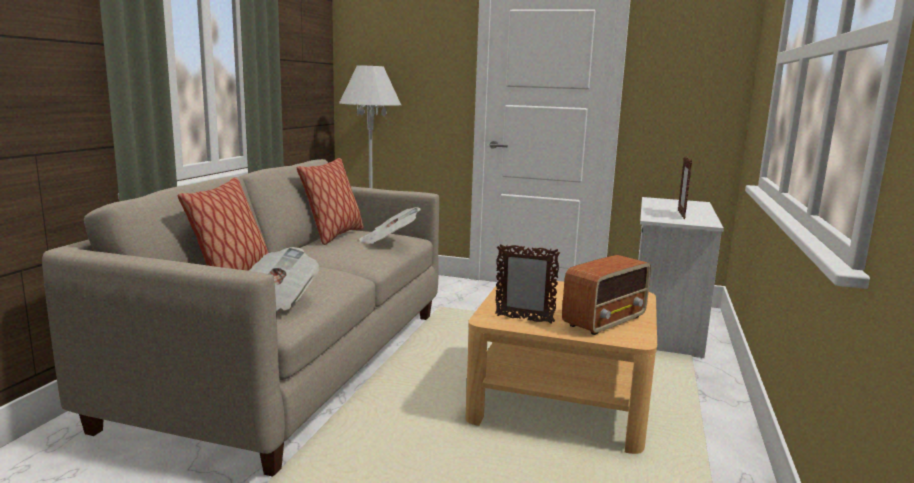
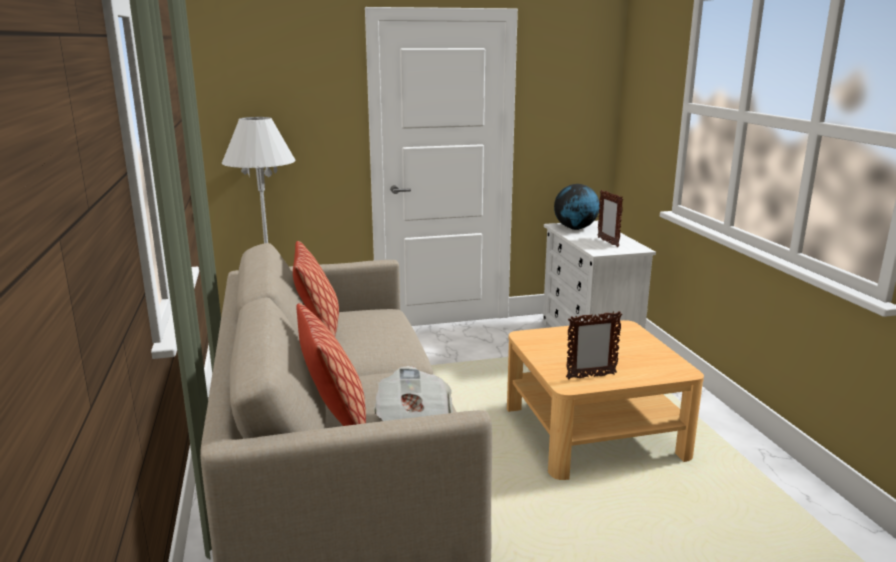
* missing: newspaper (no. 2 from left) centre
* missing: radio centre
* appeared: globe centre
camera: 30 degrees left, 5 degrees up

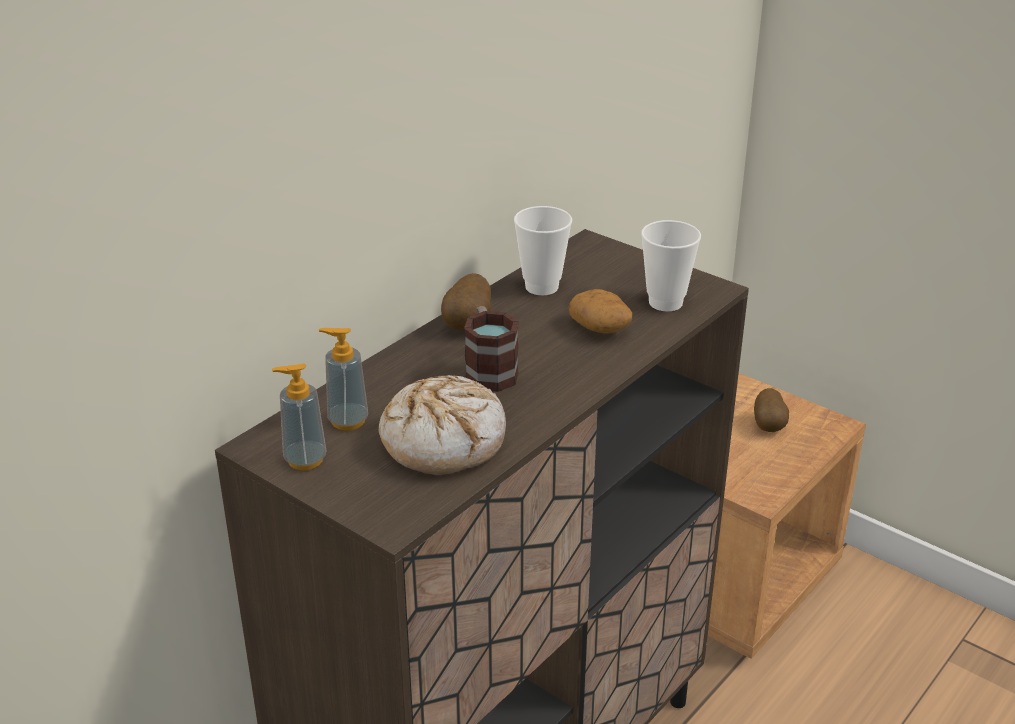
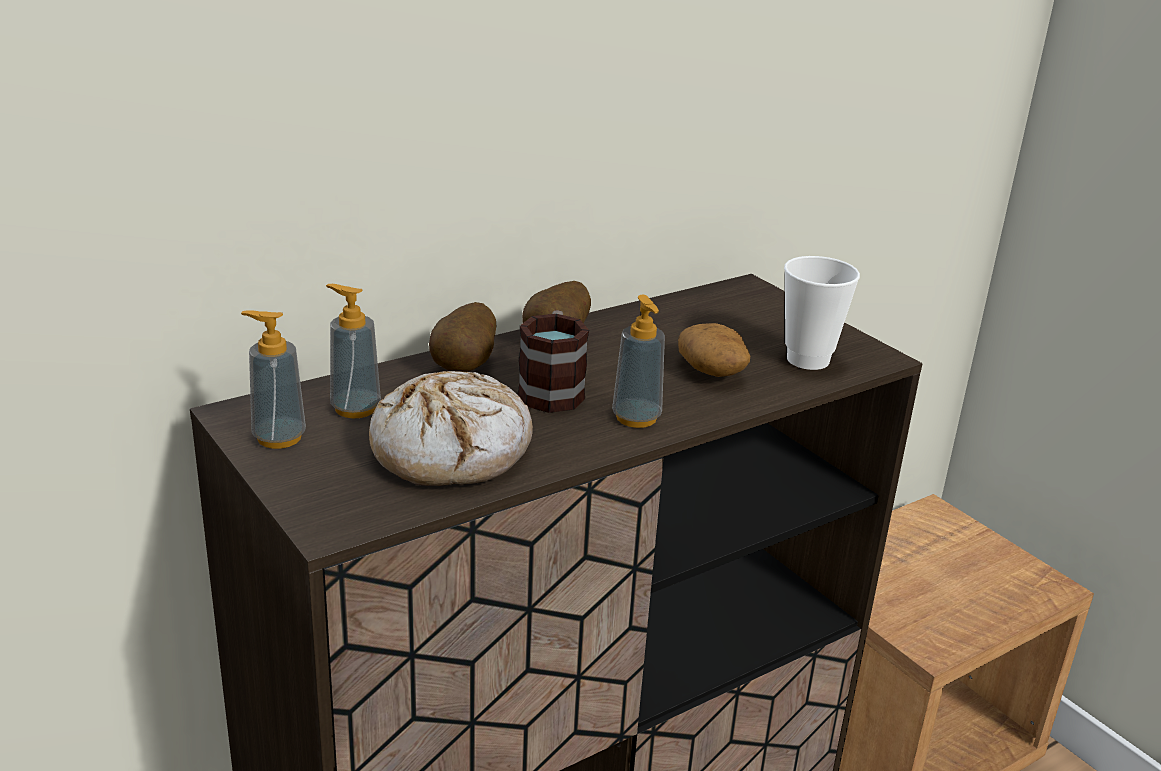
* missing: cup (no. 1 from left) centre
* relocated: potato (no. 3 from left in the first image) middle right to potato (no. 1 from left) centre
* appeared: soap dispenser (no. 3 from left) centre
camera: 15 degrees right, 5 degrees down

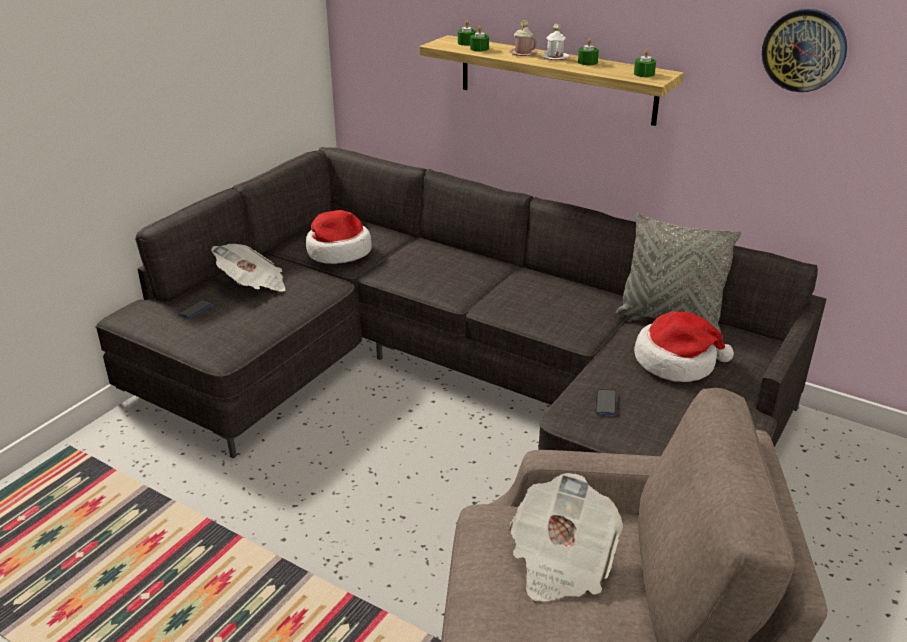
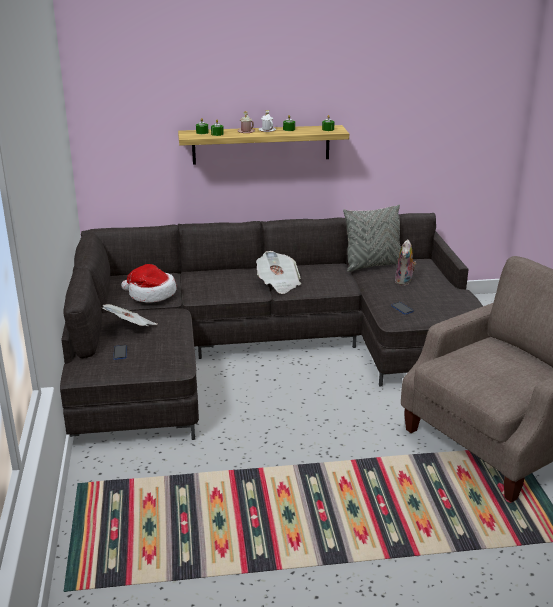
* missing: wall clock top right
* exchanged: hat (no. 2 from left) middle right to plush toy middle right
* relocated: newspaper (no. 2 from left) bottom centre to centre
camera: 40 degrees left, 5 degrees down

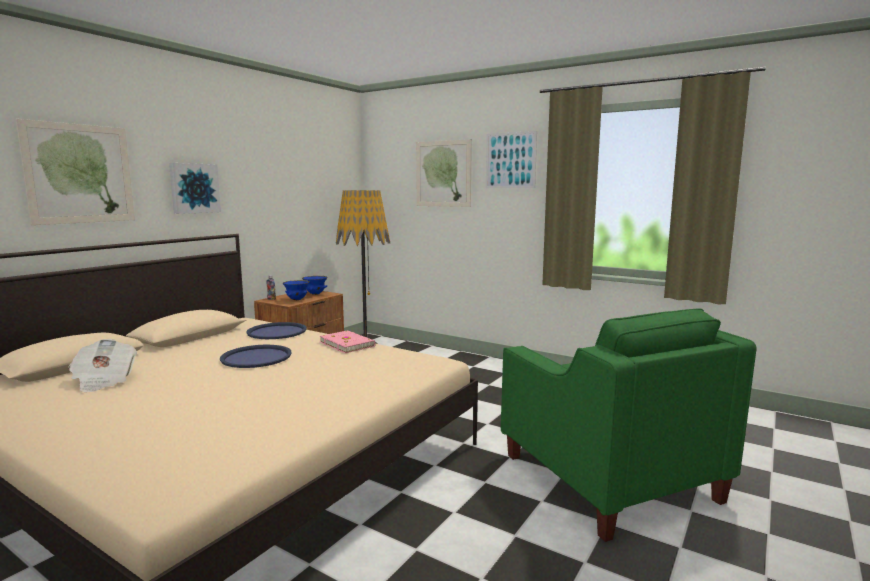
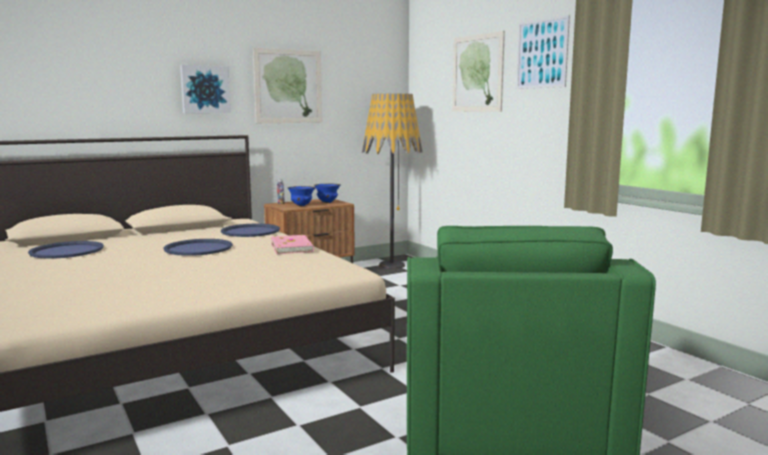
* relocated: picture (no. 1 from left in the first image) top left to picture (no. 2 from left) top centre
* exchanged: newspaper middle left to blue tray (no. 1 from left) middle left
camera: 25 degrees right, 0 degrees up

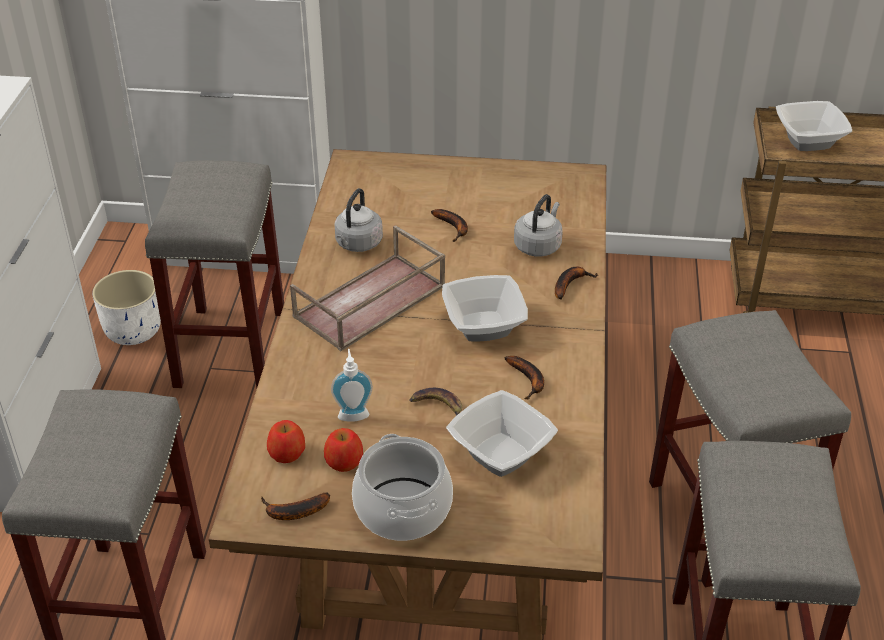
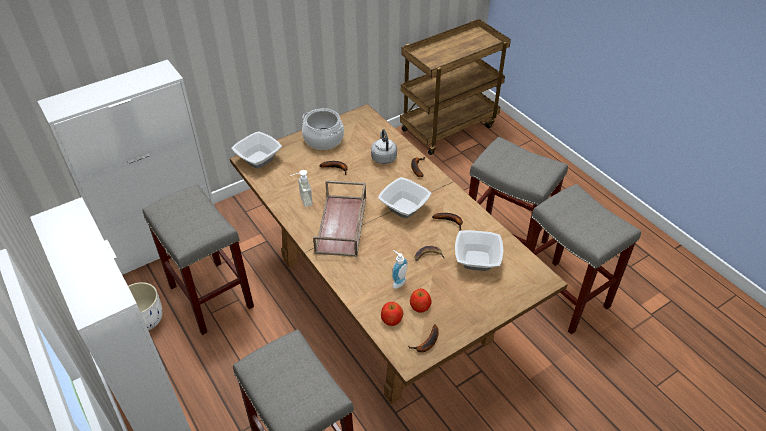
* relocated: bowl (no. 3 from left in the first image) top right to bowl (no. 1 from left) centre
* exchanged: grey kettle (no. 1 from left) centre to soap dispenser (no. 1 from left) centre
* relocated: cooking pot bottom centre to top centre
camera: 40 degrees left, 5 degrees up

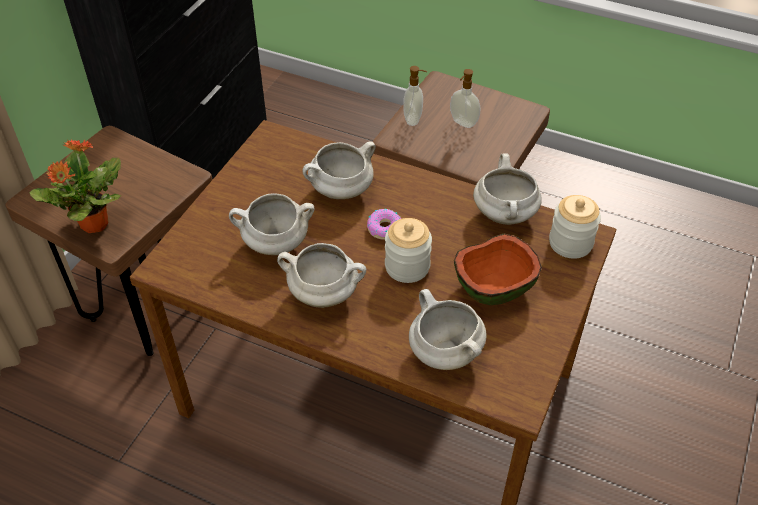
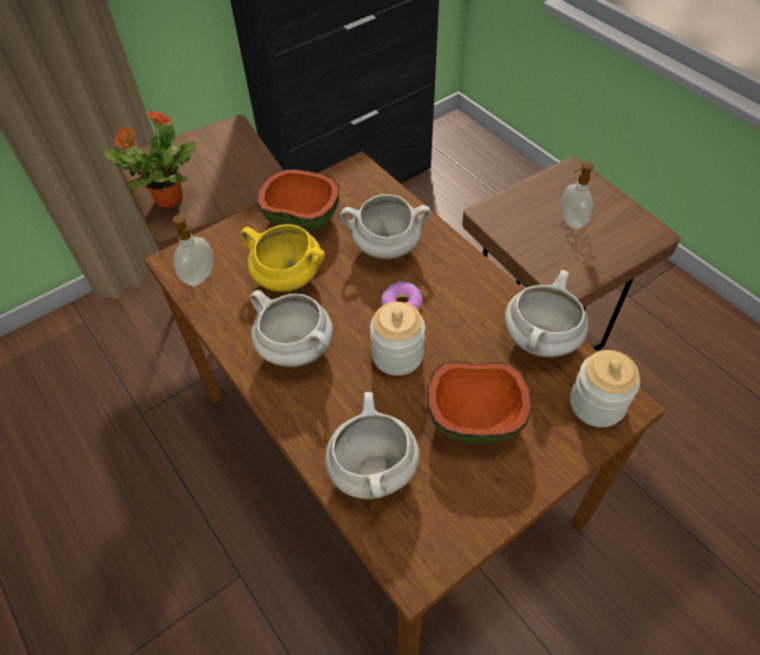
* relocated: soap dispenser (no. 1 from left) top centre to middle left
* colour: white cooking pot (no. 1 from left) centre to yellow cooking pot centre
* appeared: bowl (no. 1 from left) top centre
camera: 30 degrees right, 5 degrees up

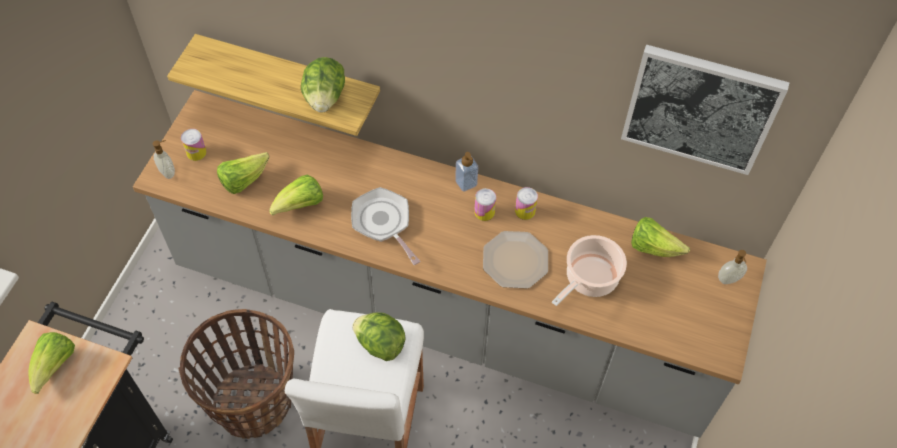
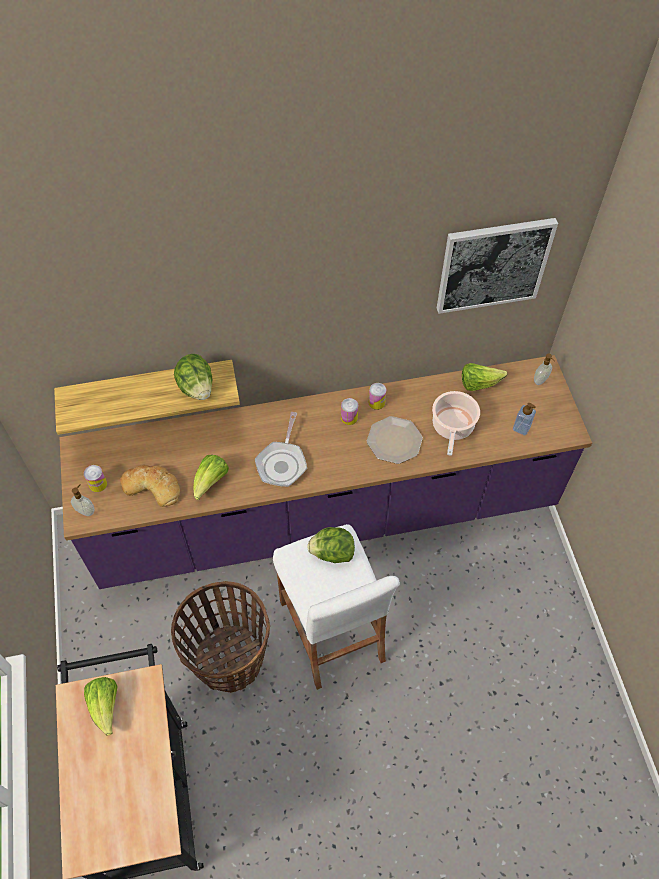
* colour: grey counter centre to purple counter centre
* exchanged: lettuce (no. 2 from left) middle left to bread middle left
* relocated: soap dispenser (no. 2 from left) centre to middle right
* spun: frying pan centre = centre 105 degrees counterclockwise
camera: 30 degrees left, 0 degrees up

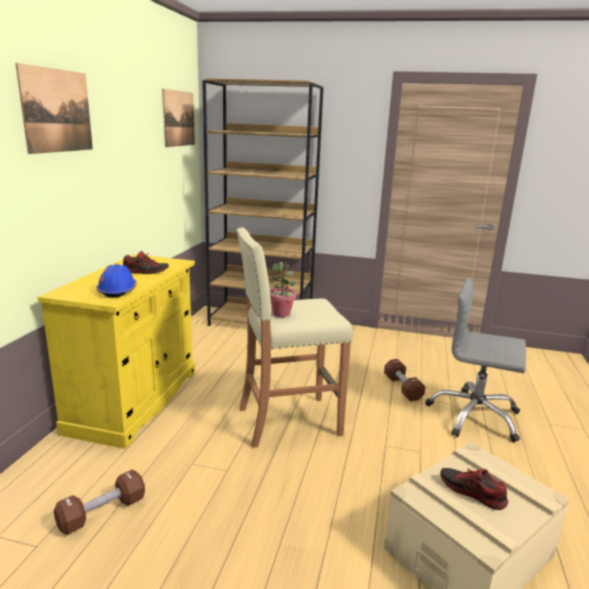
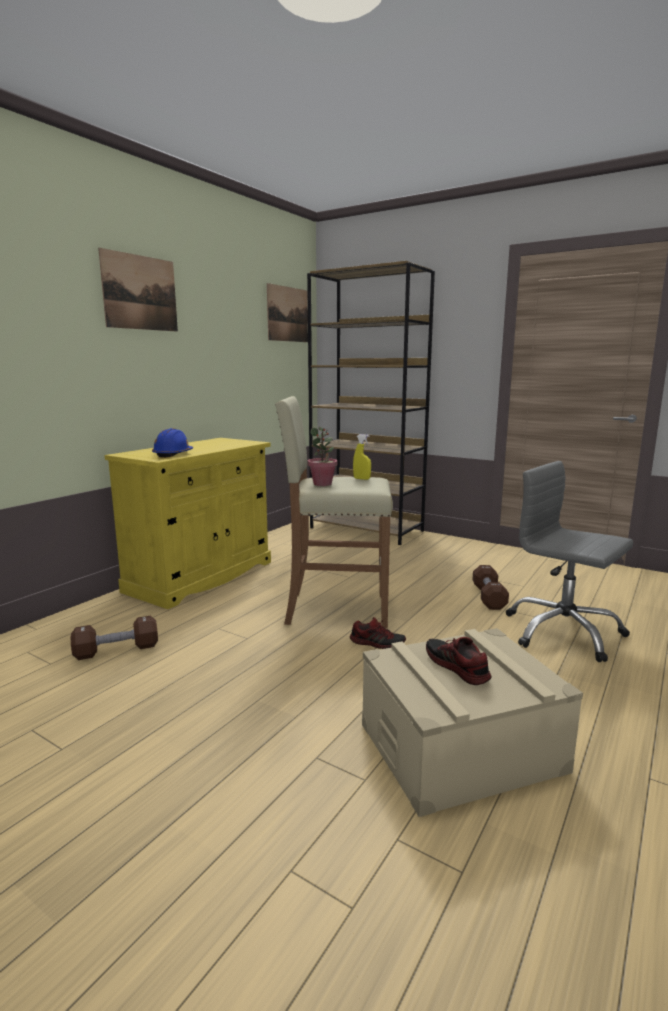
* relocated: shoe (no. 1 from left) middle left to centre
* appeared: yellow spray bottle centre
camera: 20 degrees right, 5 degrees down

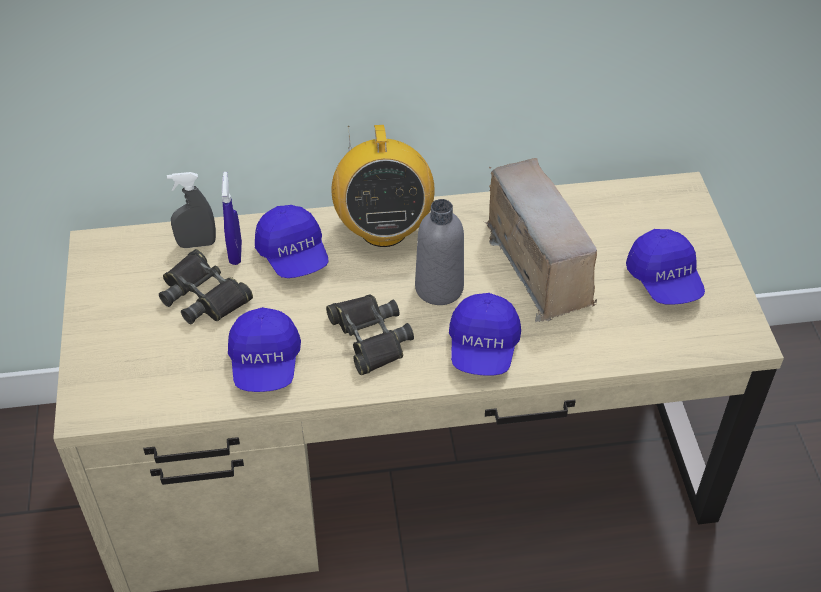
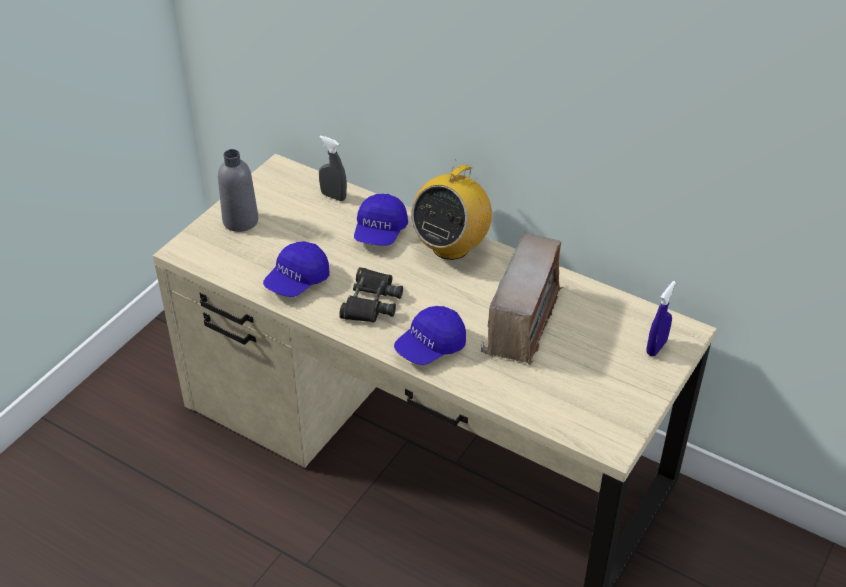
* relocated: blue spray bottle middle left to middle right
* relocated: grey bottle centre to top left
* missing: blue cap (no. 4 from left) middle right
* missing: black binoculars (no. 1 from left) middle left
camera: 40 degrees right, 5 degrees down

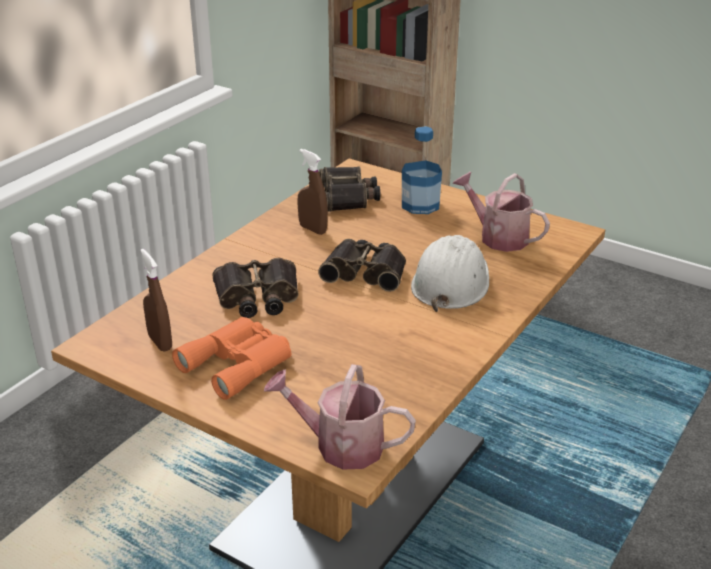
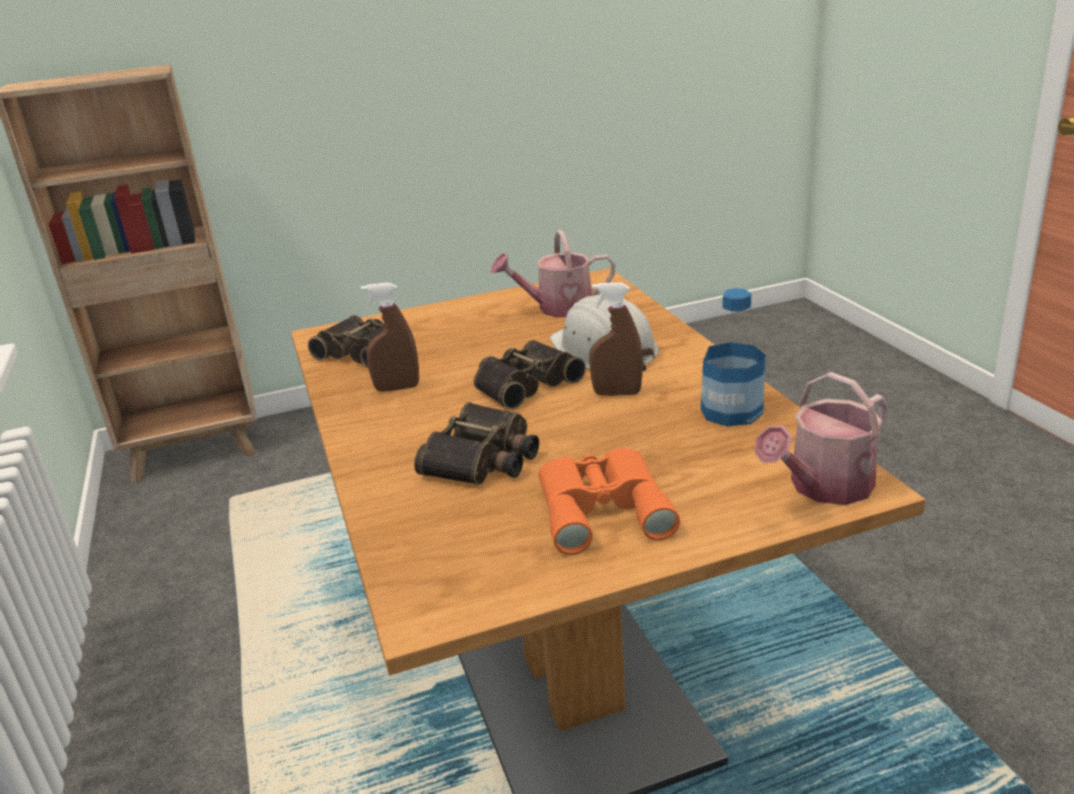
* relocated: bottle top centre to middle right
* relocated: brown spray bottle (no. 1 from left in the first image) middle left to brown spray bottle (no. 2 from left) centre
camera: 50 degrees left, 5 degrees down

